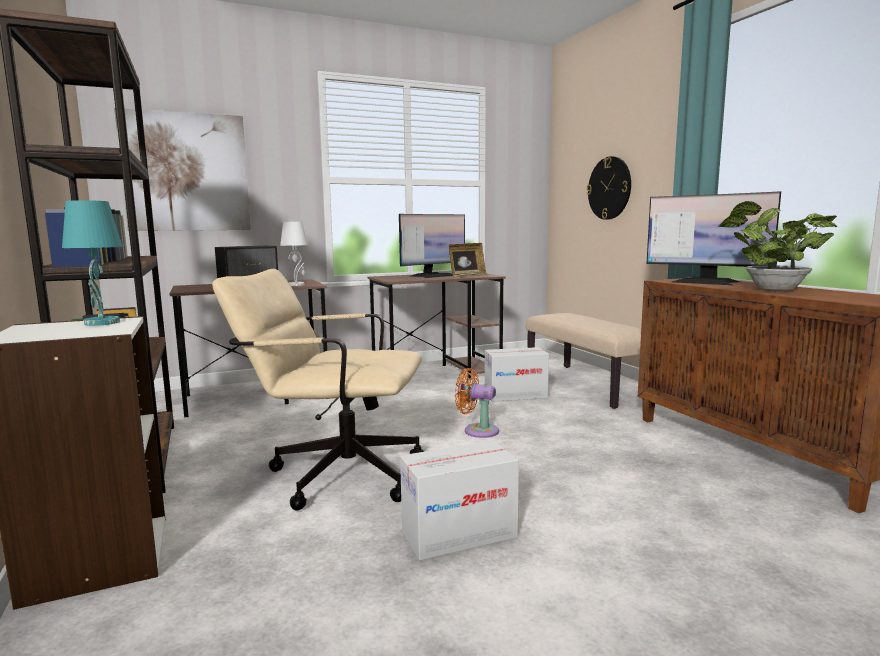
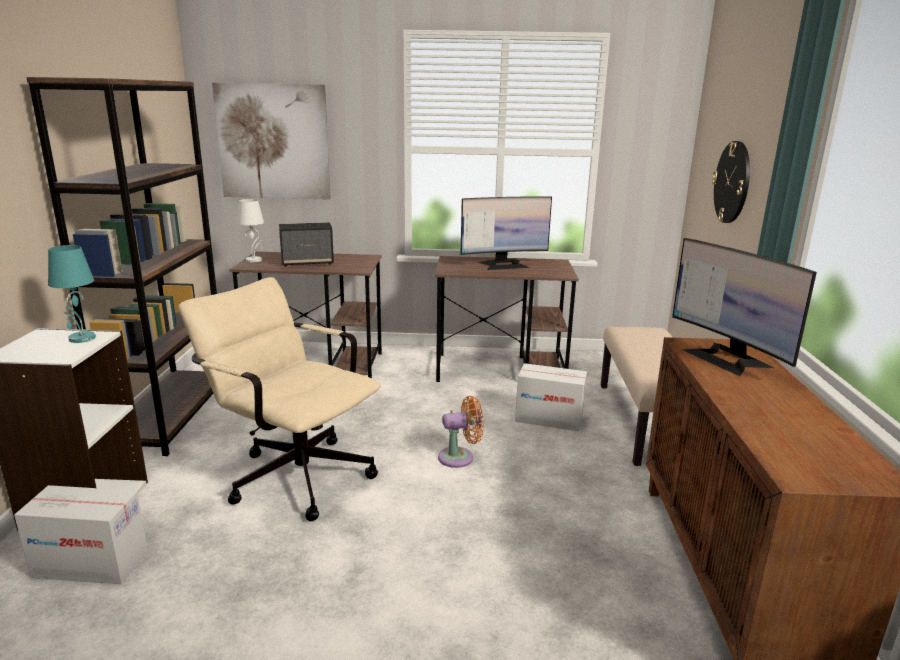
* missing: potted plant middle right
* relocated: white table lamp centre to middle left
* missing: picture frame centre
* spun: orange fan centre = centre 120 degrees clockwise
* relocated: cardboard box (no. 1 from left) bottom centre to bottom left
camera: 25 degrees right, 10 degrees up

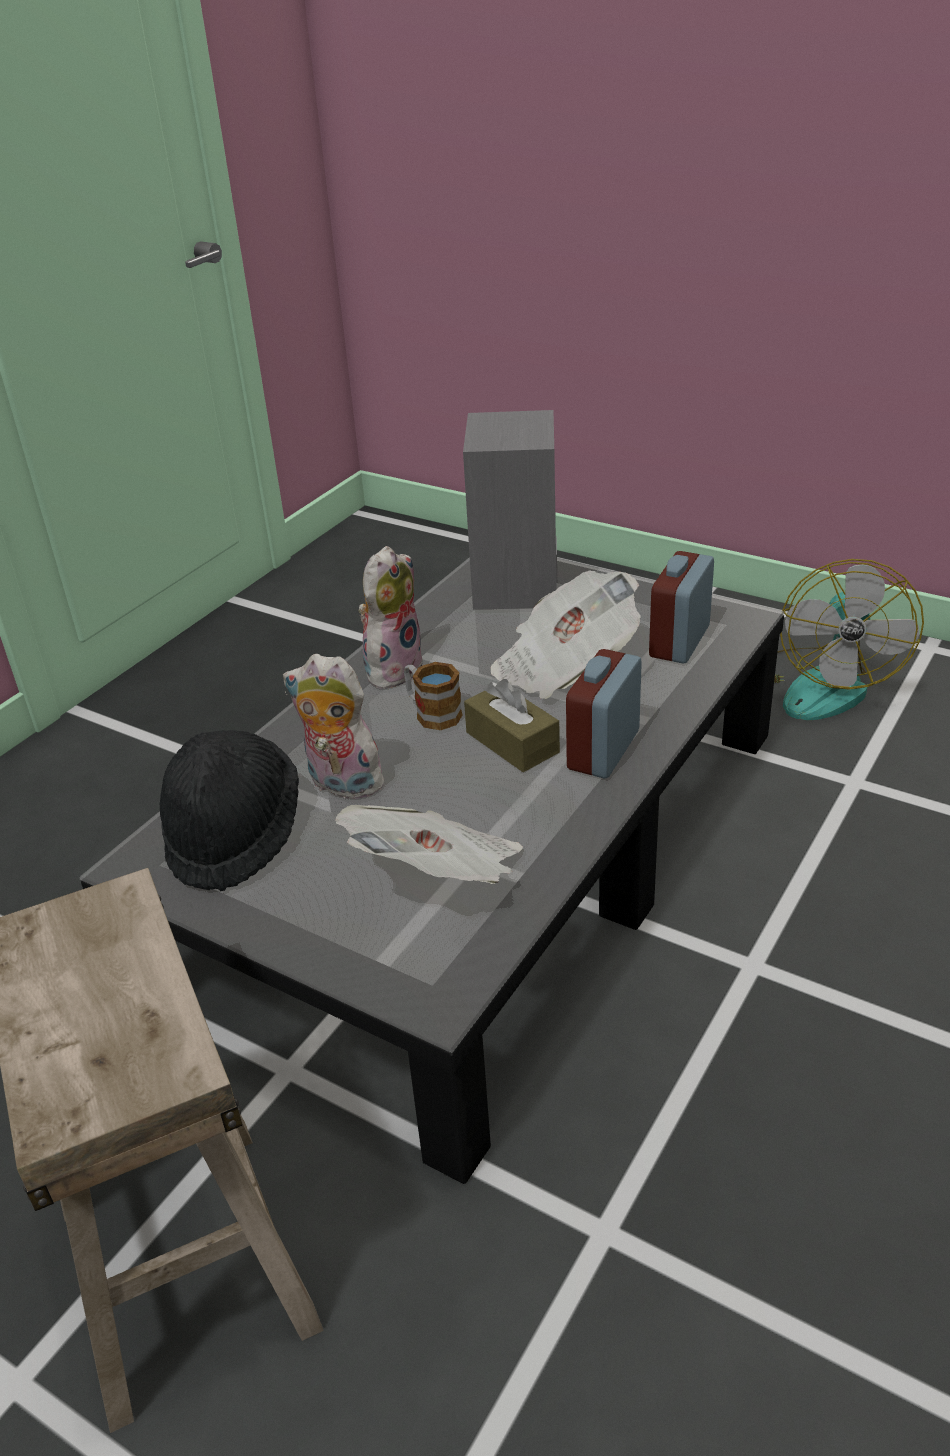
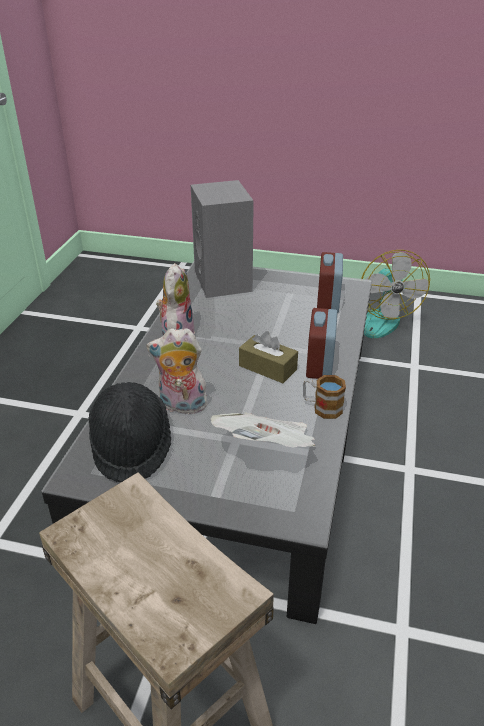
* missing: newspaper (no. 2 from left) centre
* relocated: mug centre to middle right
camera: 20 degrees left, 0 degrees up

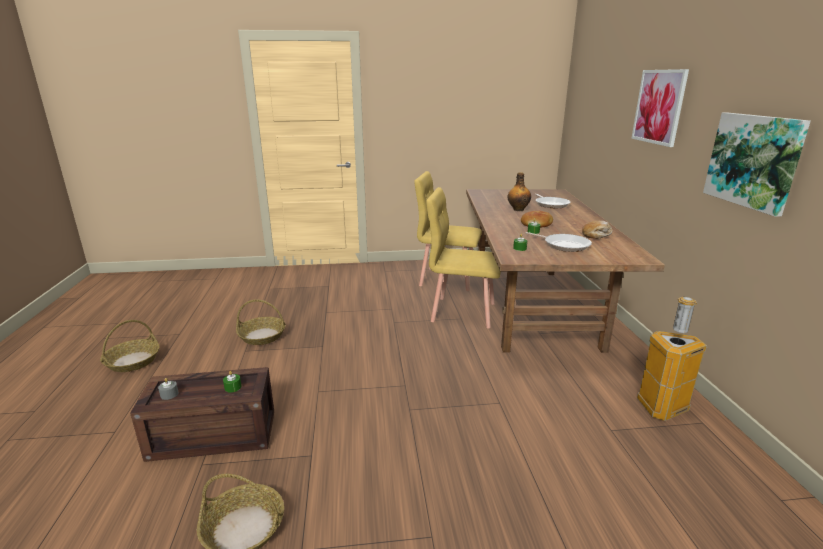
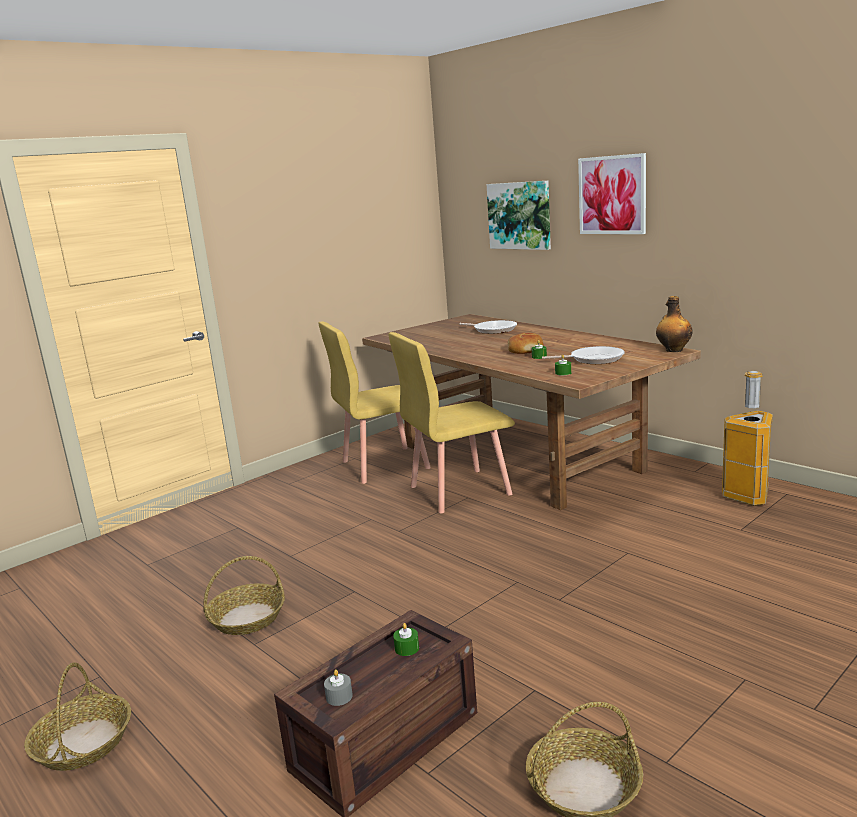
* relocated: picture (no. 2 from left in the first image) top right to picture (no. 1 from left) top centre
* relocated: bottle centre to middle right
* missing: bread (no. 2 from left) middle right
camera: 35 degrees left, 5 degrees down

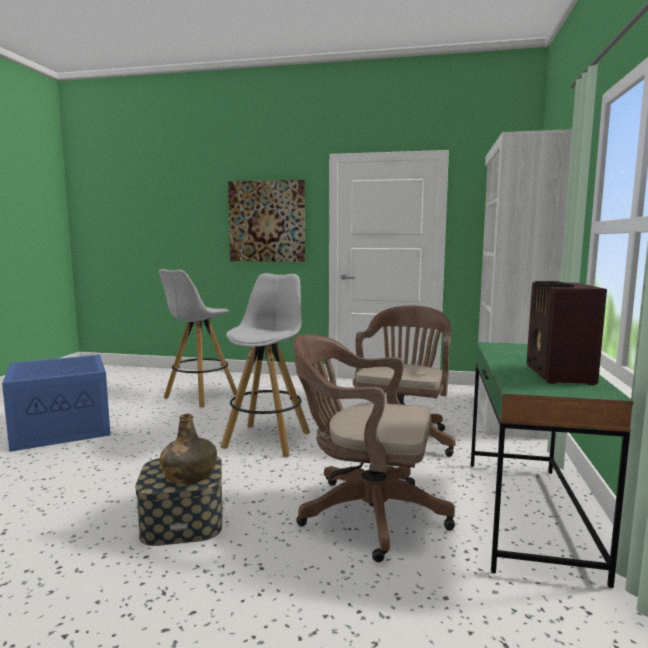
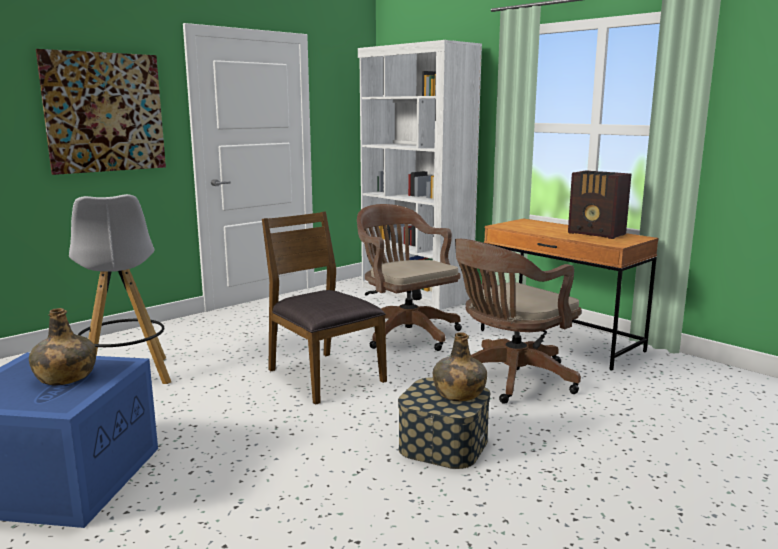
* exchanged: white stool (no. 2 from left) centre to brown chair centre
* colour: green desk bottom right to brown desk middle right
* appeared: green bottle (no. 1 from left) middle left
camera: 55 degrees left, 5 degrees up

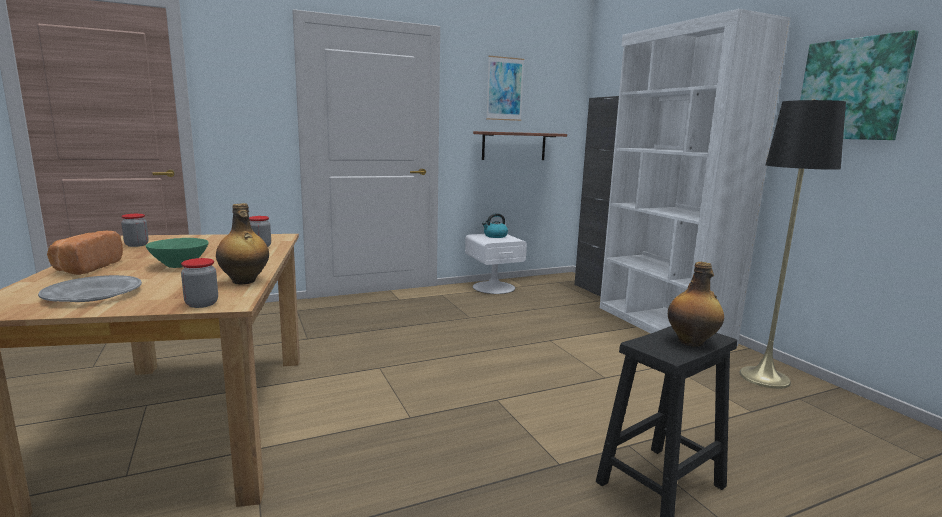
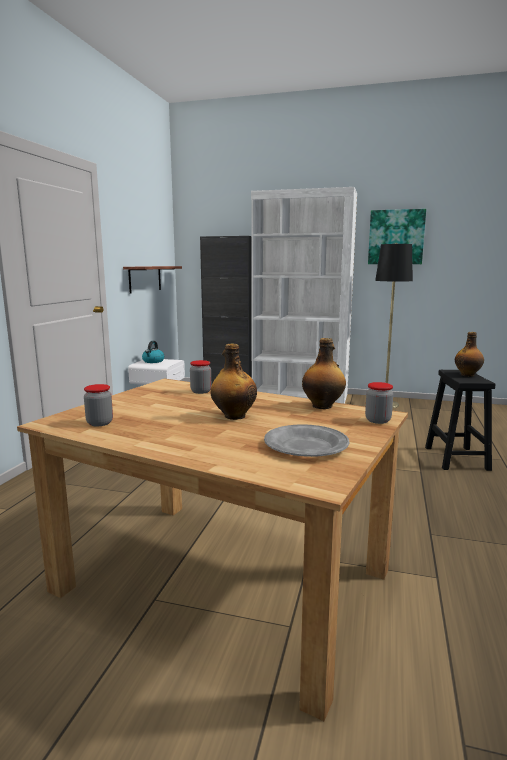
* missing: picture (no. 1 from left) top centre
* missing: bread middle left
* exchanged: green bowl middle left to bottle (no. 1 from left) centre
camera: 50 degrees left, 0 degrees up

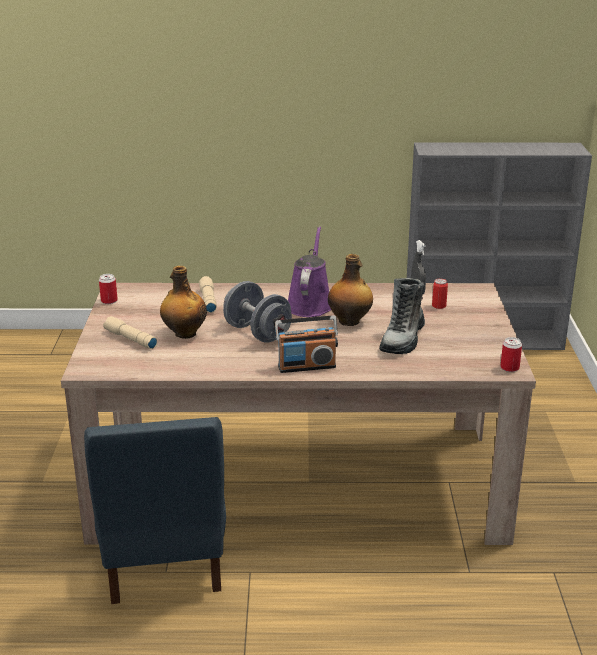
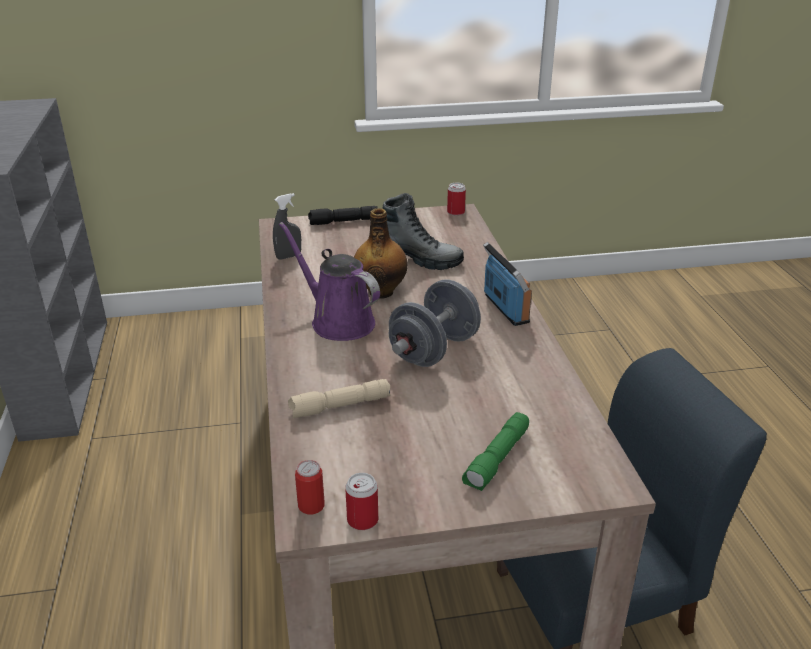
* spun: purple watering can centre = centre 45 degrees clockwise
* missing: bottle (no. 1 from left) middle left
* relocated: can (no. 2 from left in the first image) middle right to can (no. 1 from left) bottom centre
* colour: beige flashlight (no. 1 from left) middle left to green flashlight bottom centre
* appeared: black flashlight top centre
camera: 100 degrees left, 5 degrees up

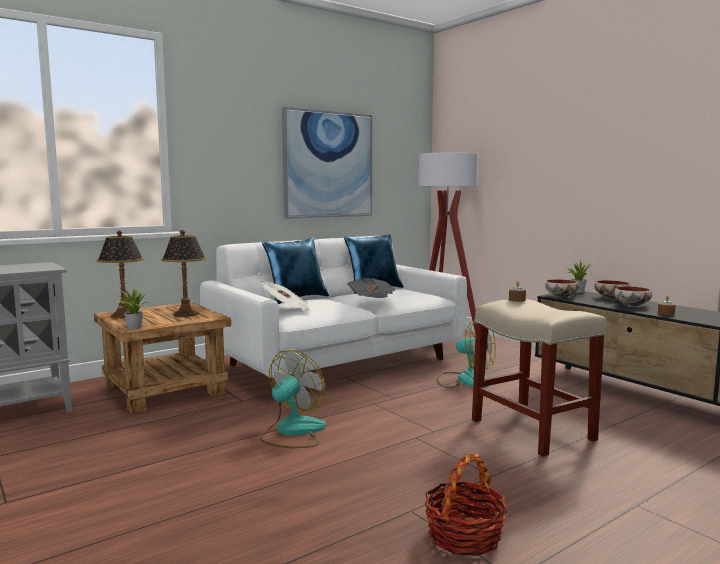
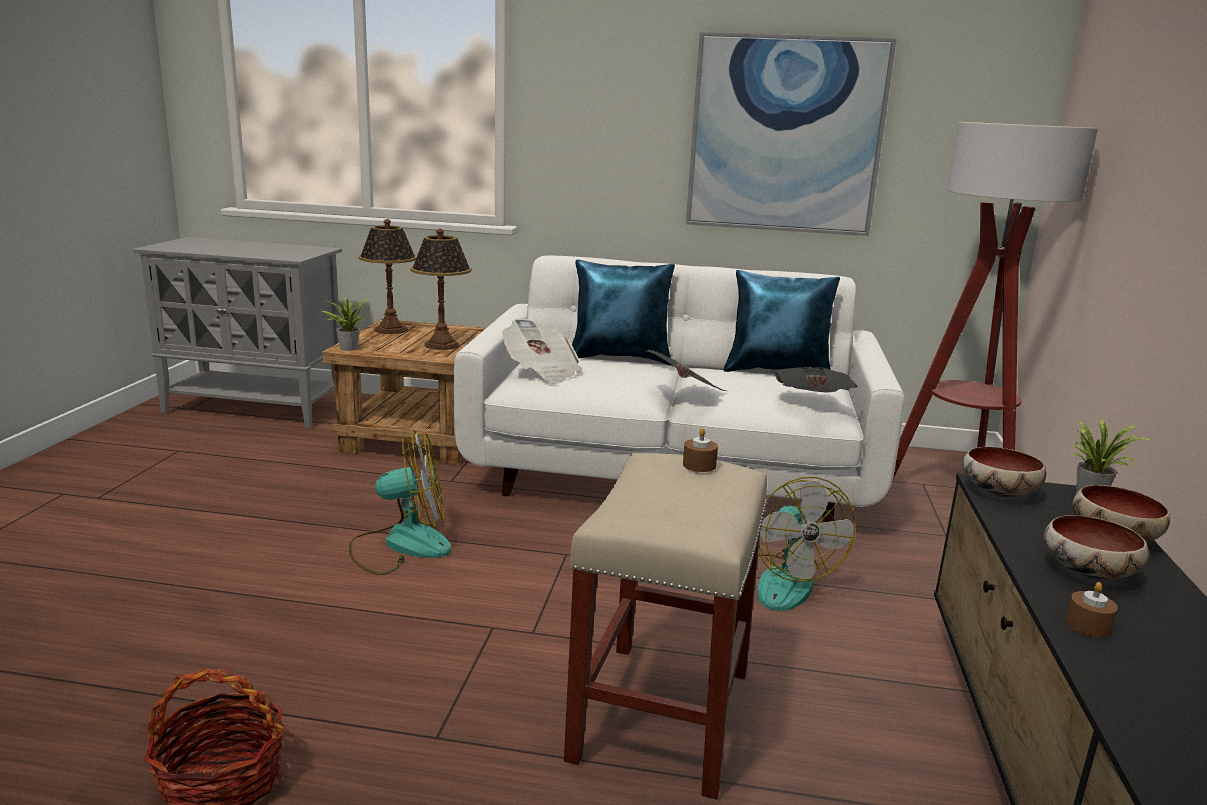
* appeared: newspaper (no. 3 from left) middle right
camera: 45 degrees right, 10 degrees up

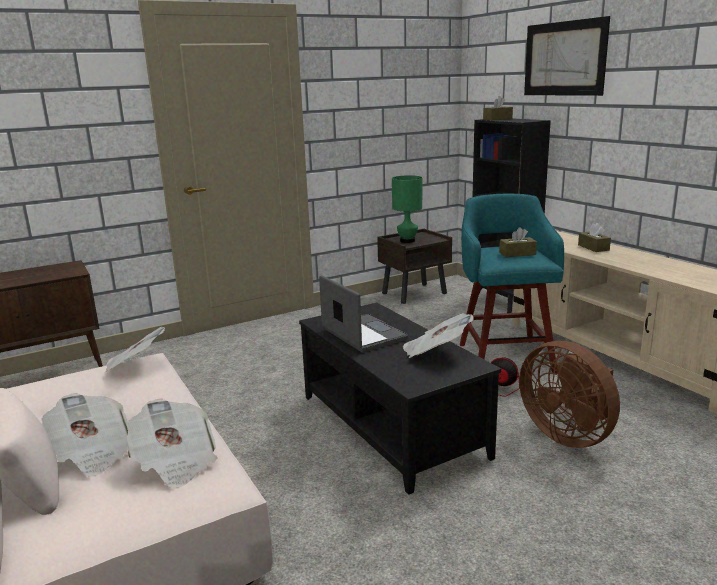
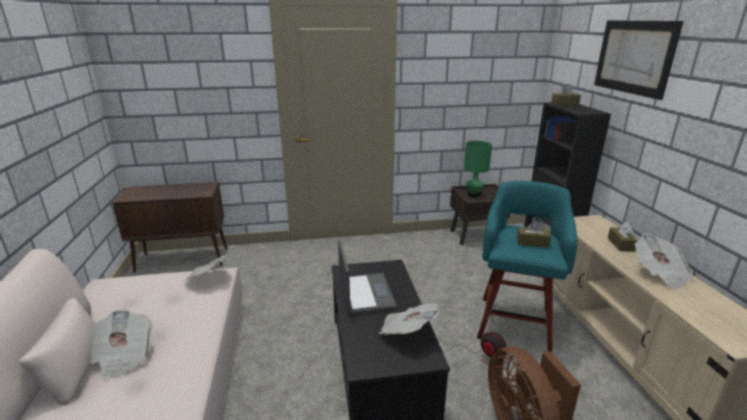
* relocated: newspaper (no. 3 from left in the first image) bottom left to newspaper (no. 4 from left) middle right
camera: 20 degrees right, 5 degrees up

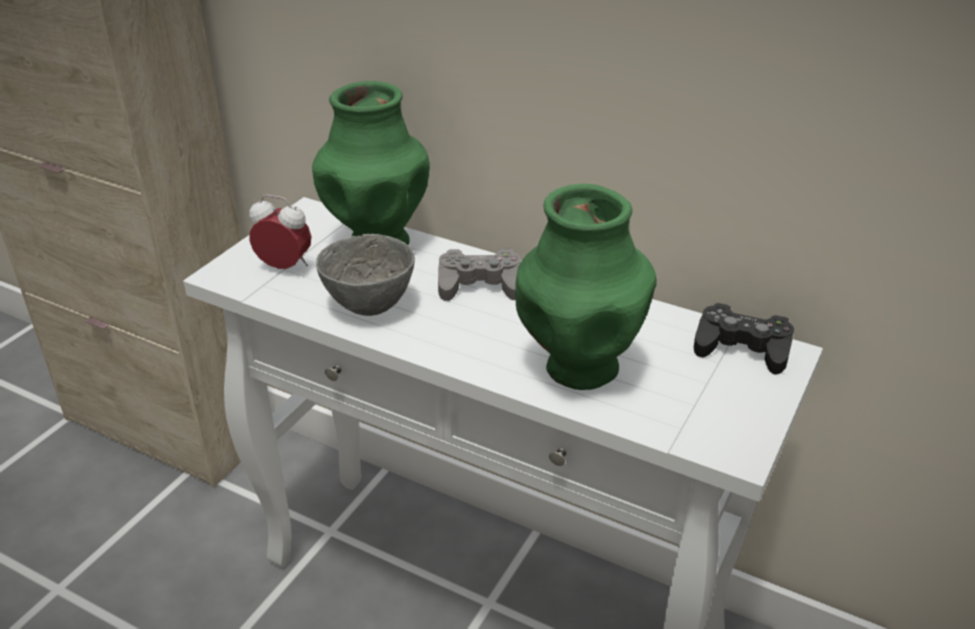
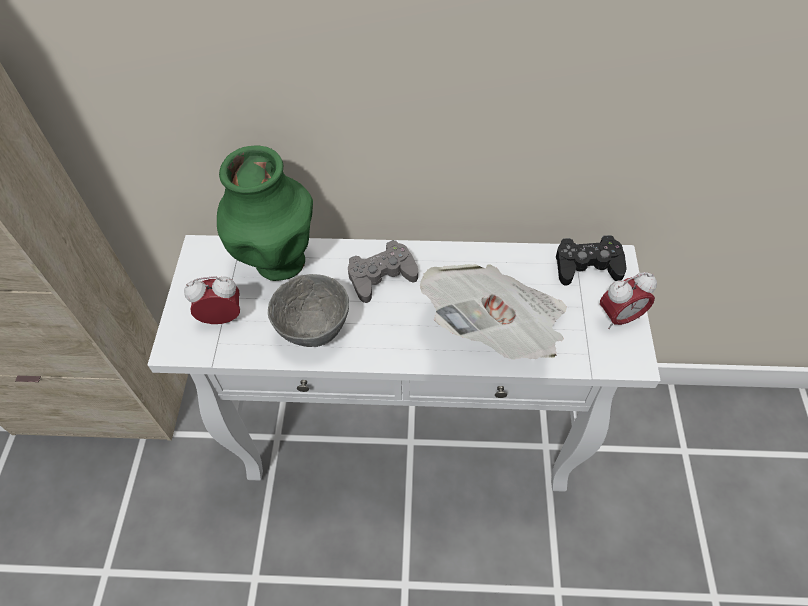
* exchanged: green vase (no. 2 from left) centre to newspaper centre
* appeared: alarm clock (no. 2 from left) middle right
camera: 25 degrees left, 20 degrees up

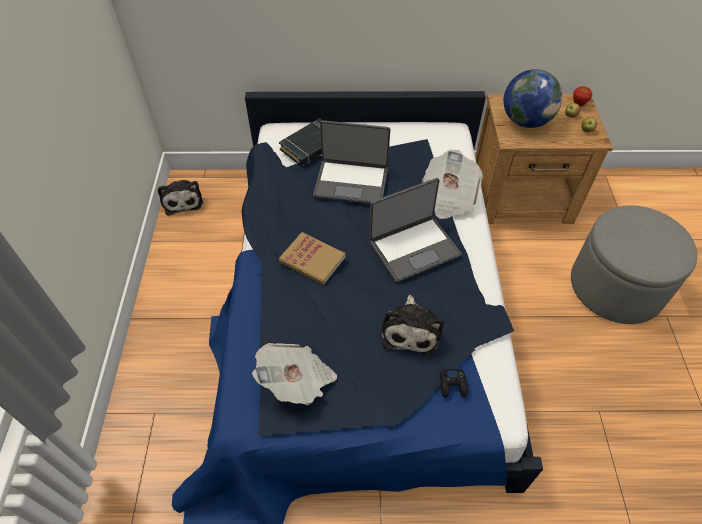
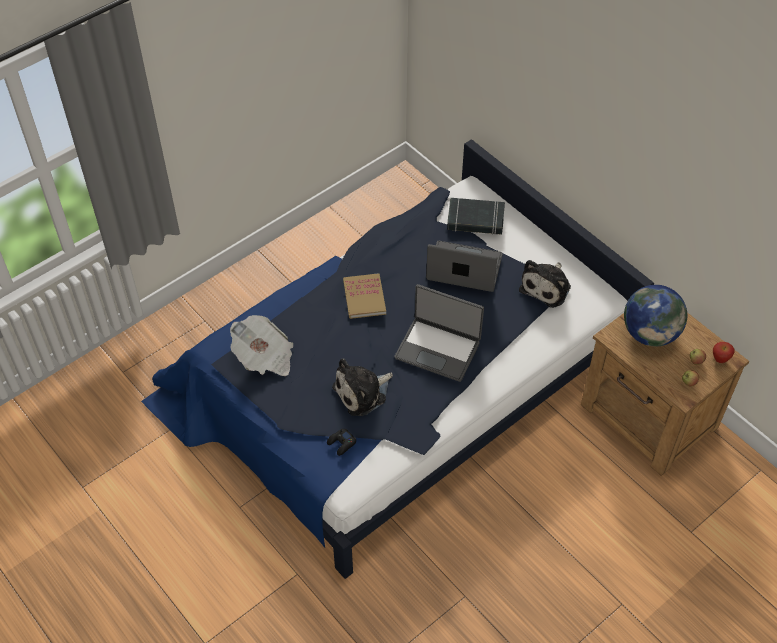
* spun: laptop (no. 1 from left in the first image) top centre = centre 135 degrees clockwise
* missing: newspaper (no. 2 from left) centre
* relocated: plush toy (no. 1 from left in the first image) middle left to plush toy (no. 2 from left) middle right
* missing: grey ottoman middle right
camera: 50 degrees right, 0 degrees up

